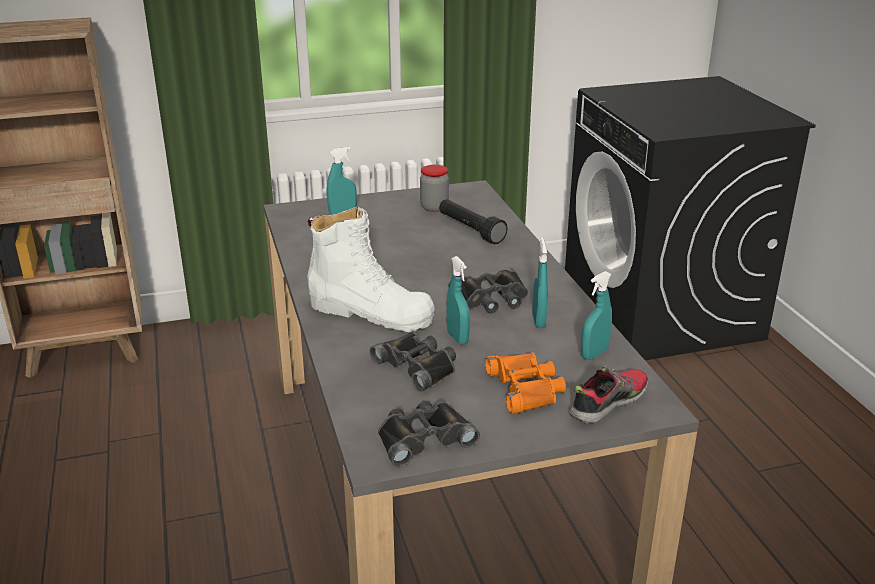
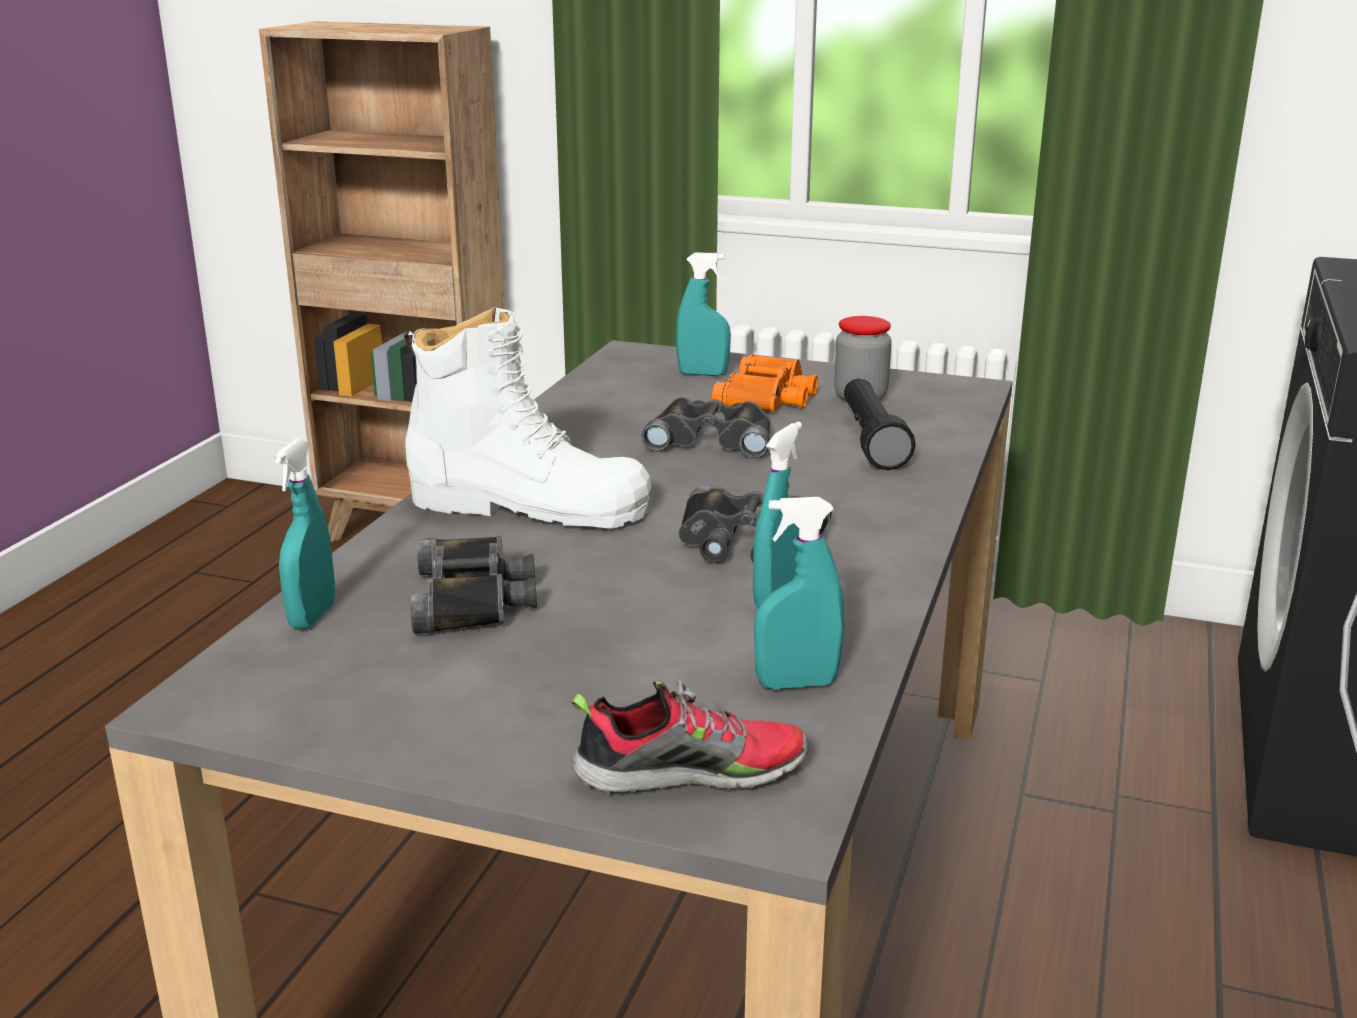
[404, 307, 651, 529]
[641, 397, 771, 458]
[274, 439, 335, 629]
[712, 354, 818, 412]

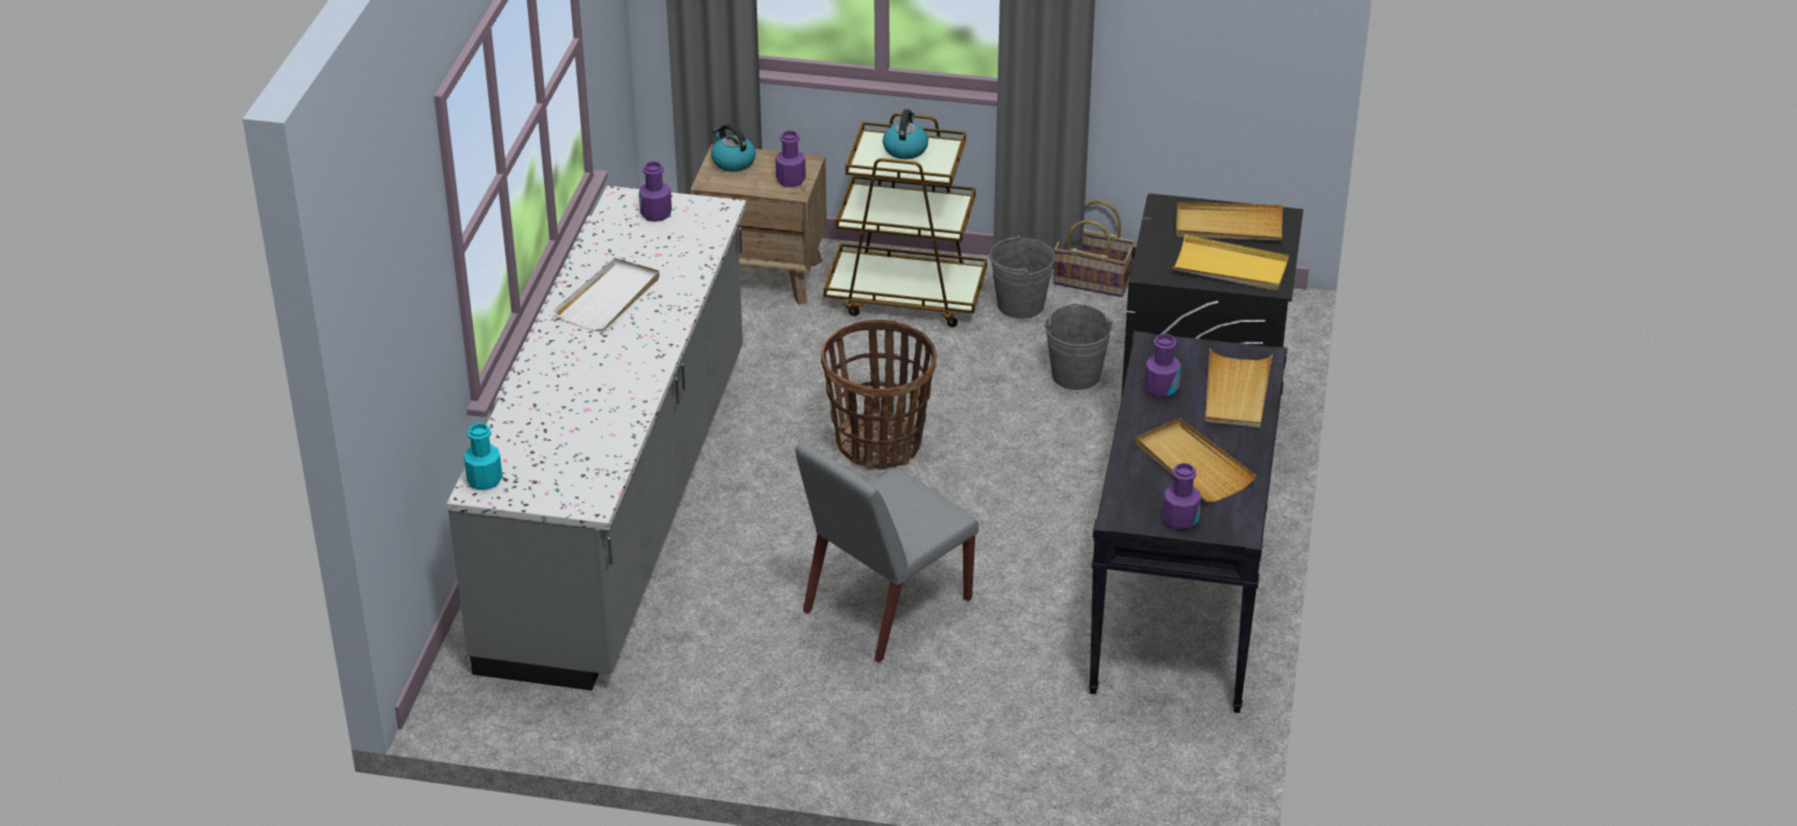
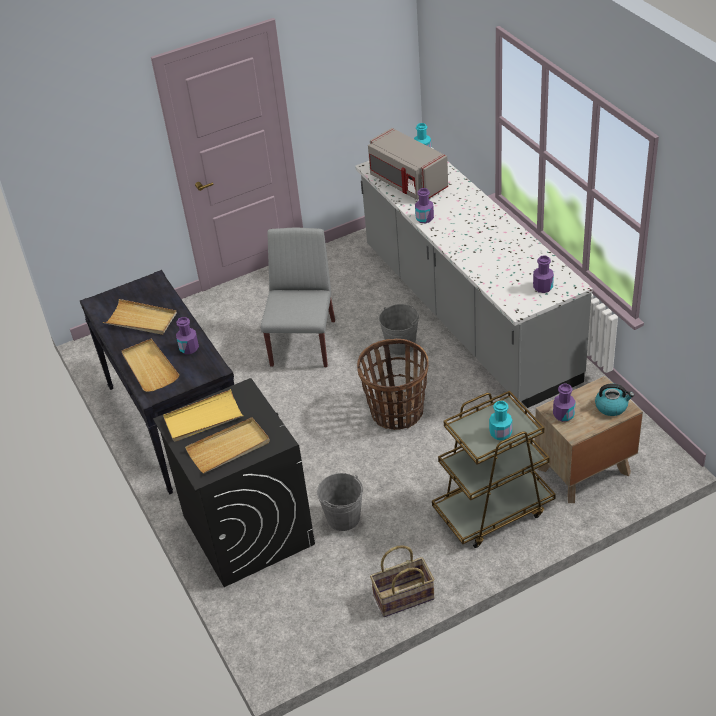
[554, 258, 660, 331] (first image)
[489, 401, 512, 440]
[379, 304, 419, 355]
[415, 188, 434, 223]
[368, 128, 448, 200]

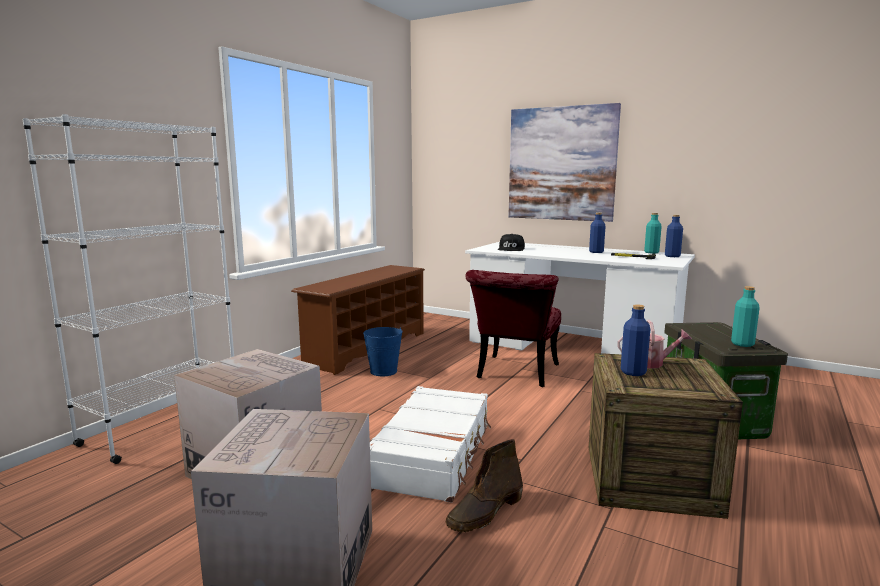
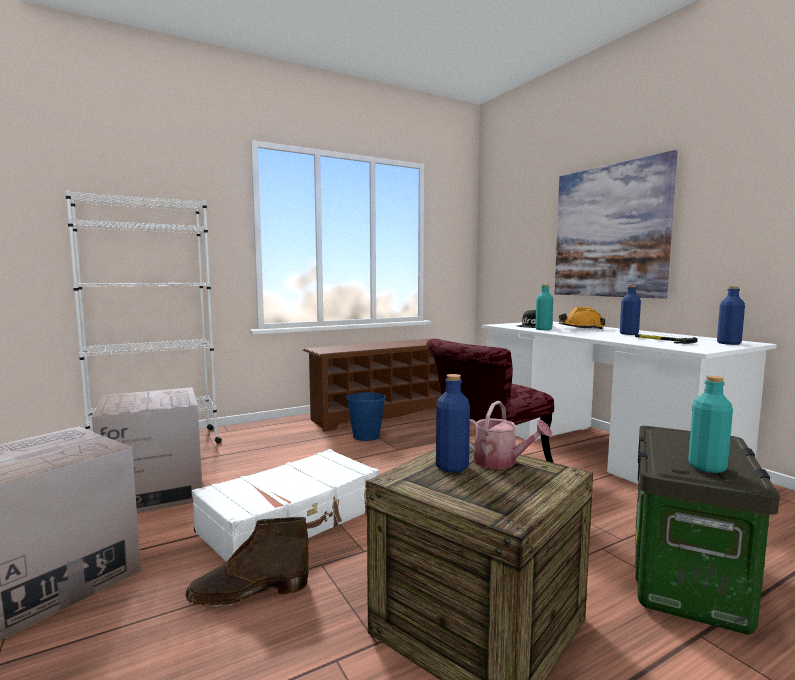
[535, 284, 553, 330]
[559, 307, 605, 329]

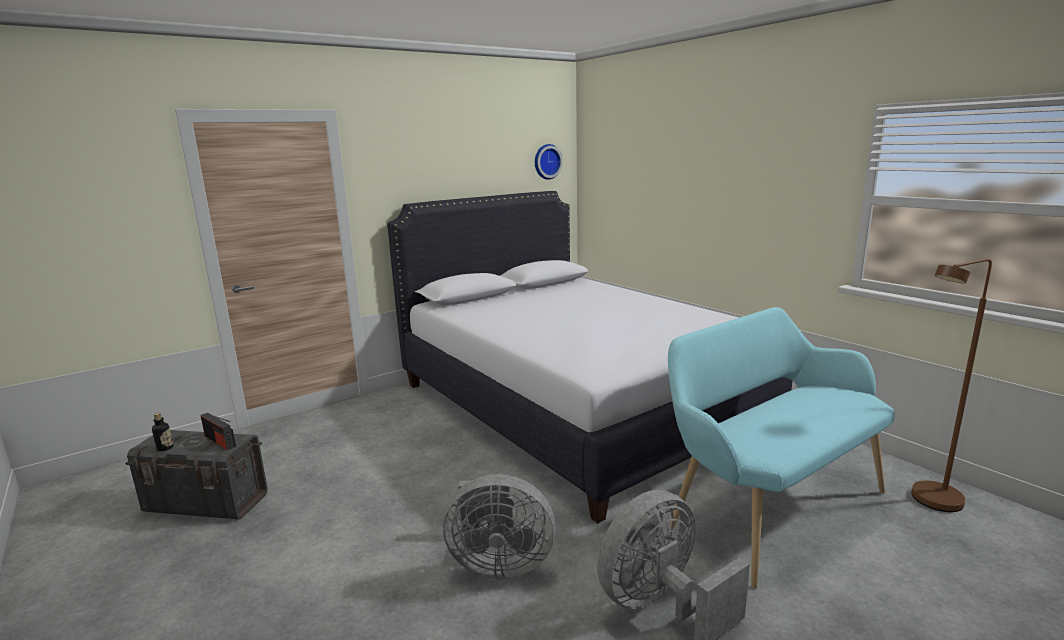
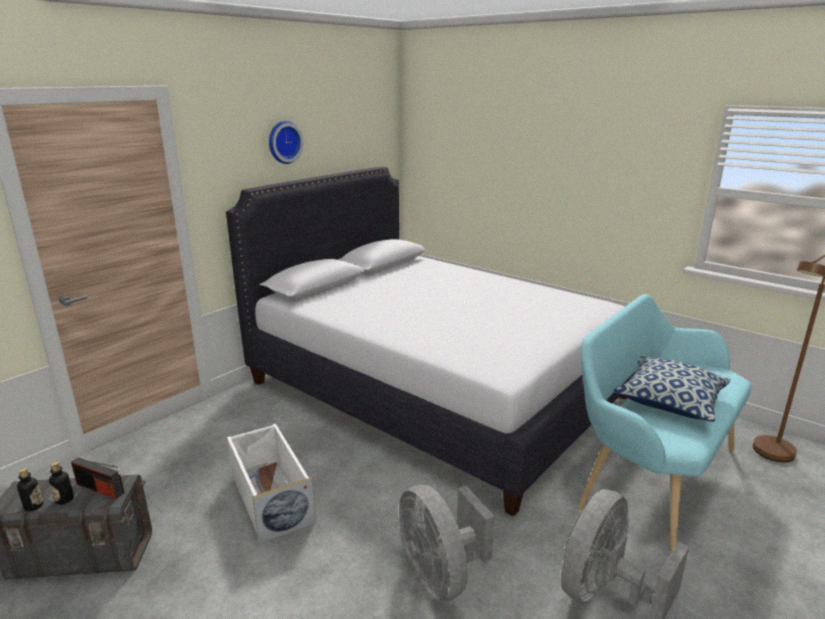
[399, 485, 495, 601]
[269, 121, 303, 164]
[49, 462, 74, 505]
[227, 424, 316, 544]
[612, 356, 731, 422]

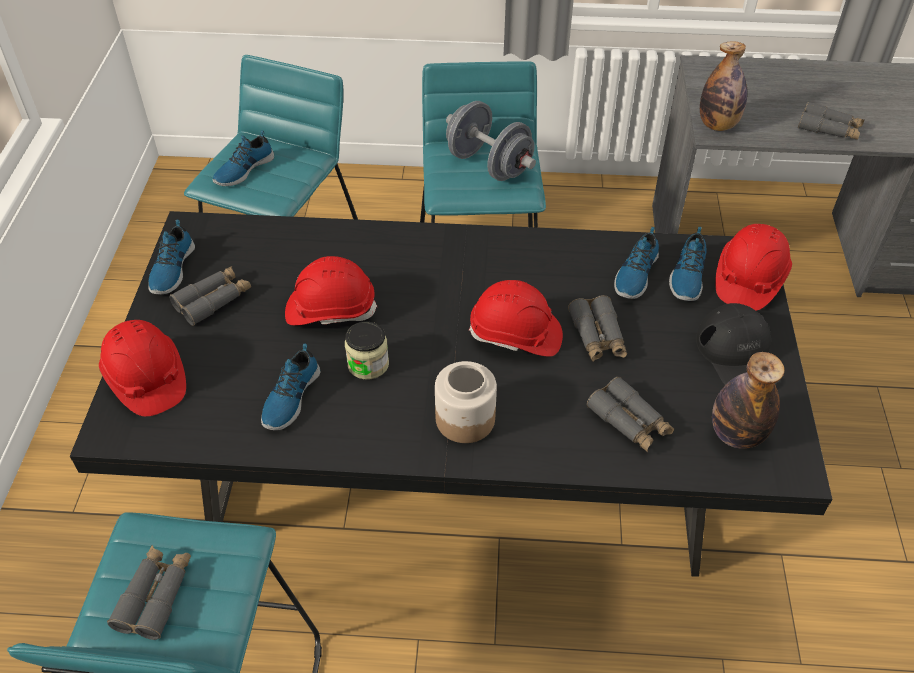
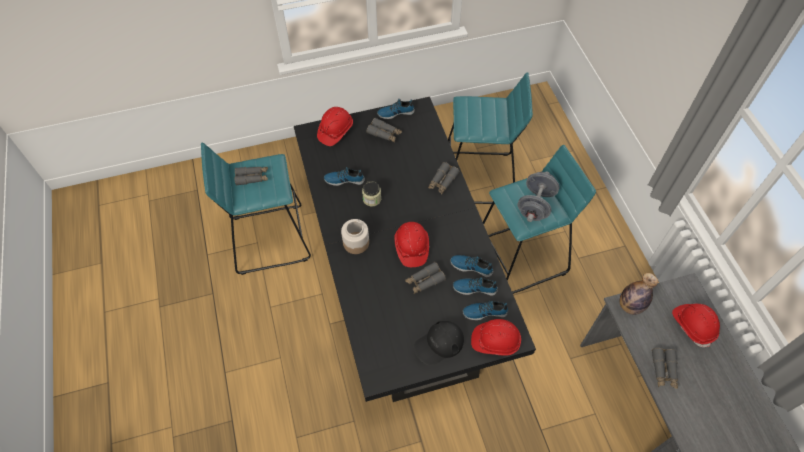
[450, 255, 493, 277]
[672, 303, 720, 347]
[428, 162, 460, 195]
[712, 352, 784, 449] (first image)

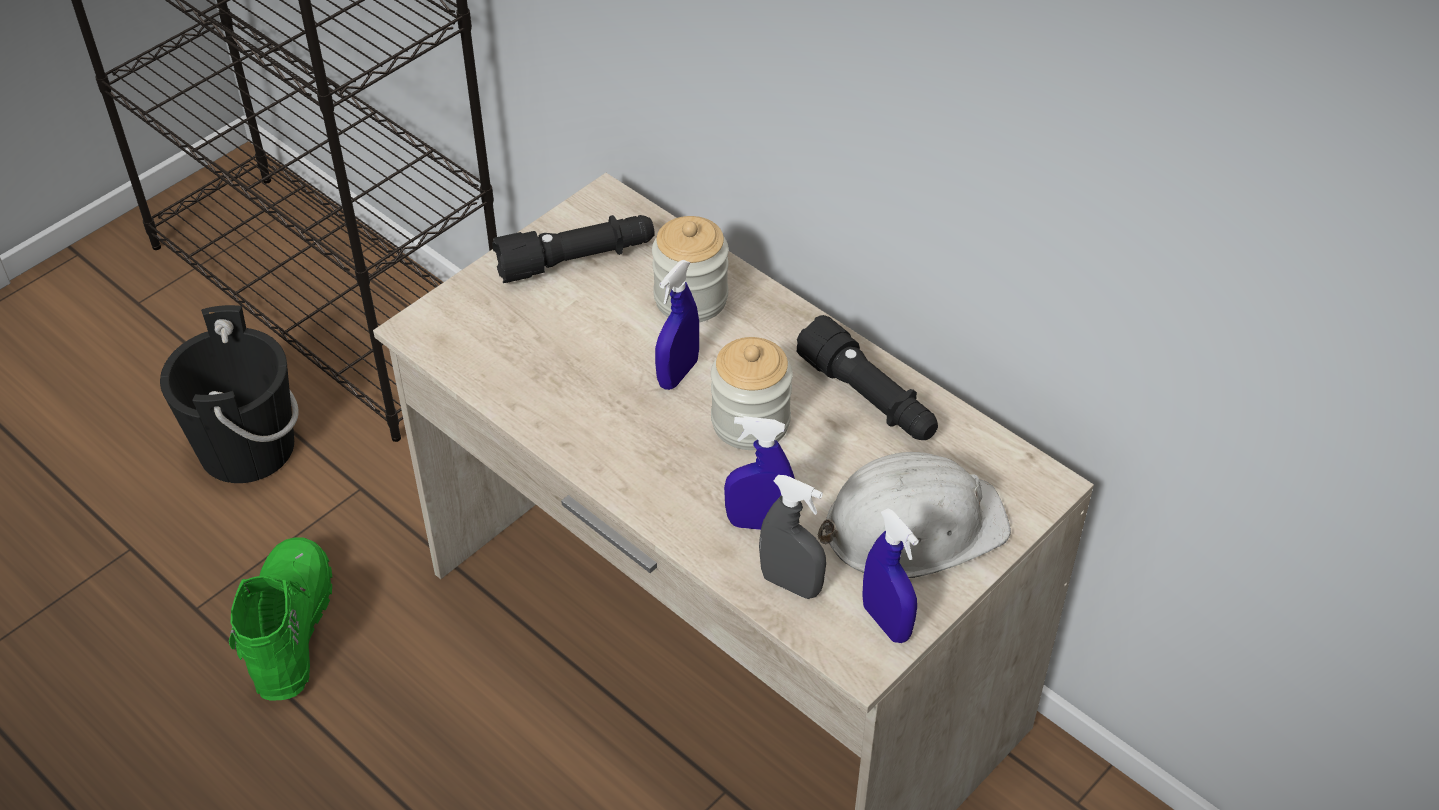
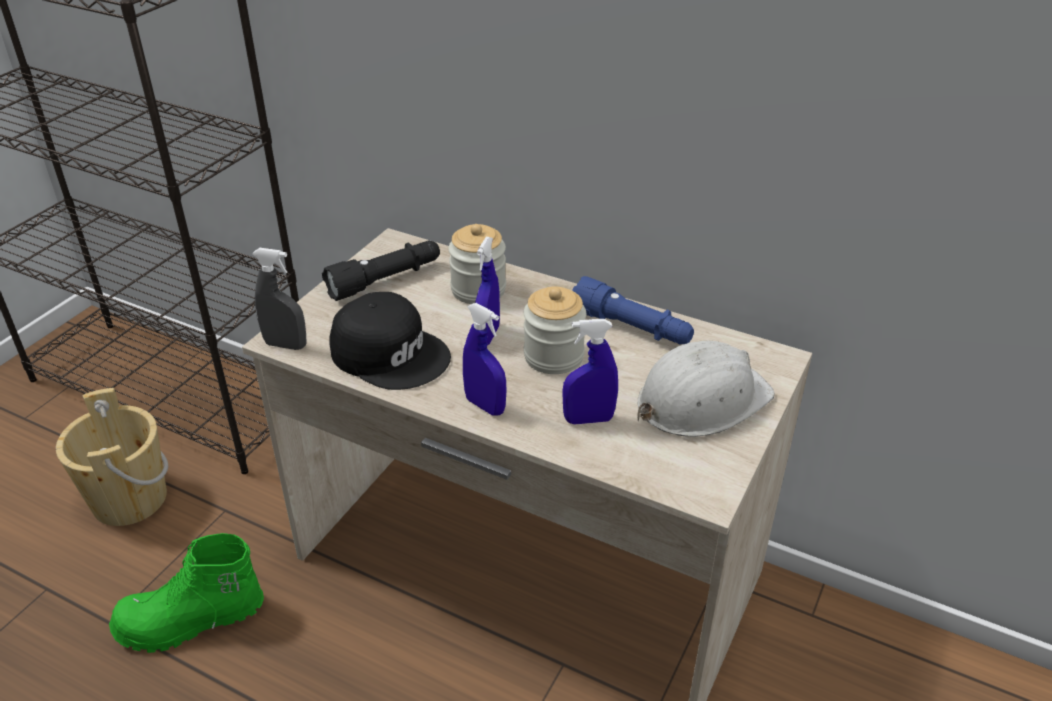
[56, 388, 168, 526]
[109, 533, 264, 653]
[252, 248, 306, 350]
[572, 276, 694, 344]
[463, 303, 506, 416]
[329, 292, 451, 390]

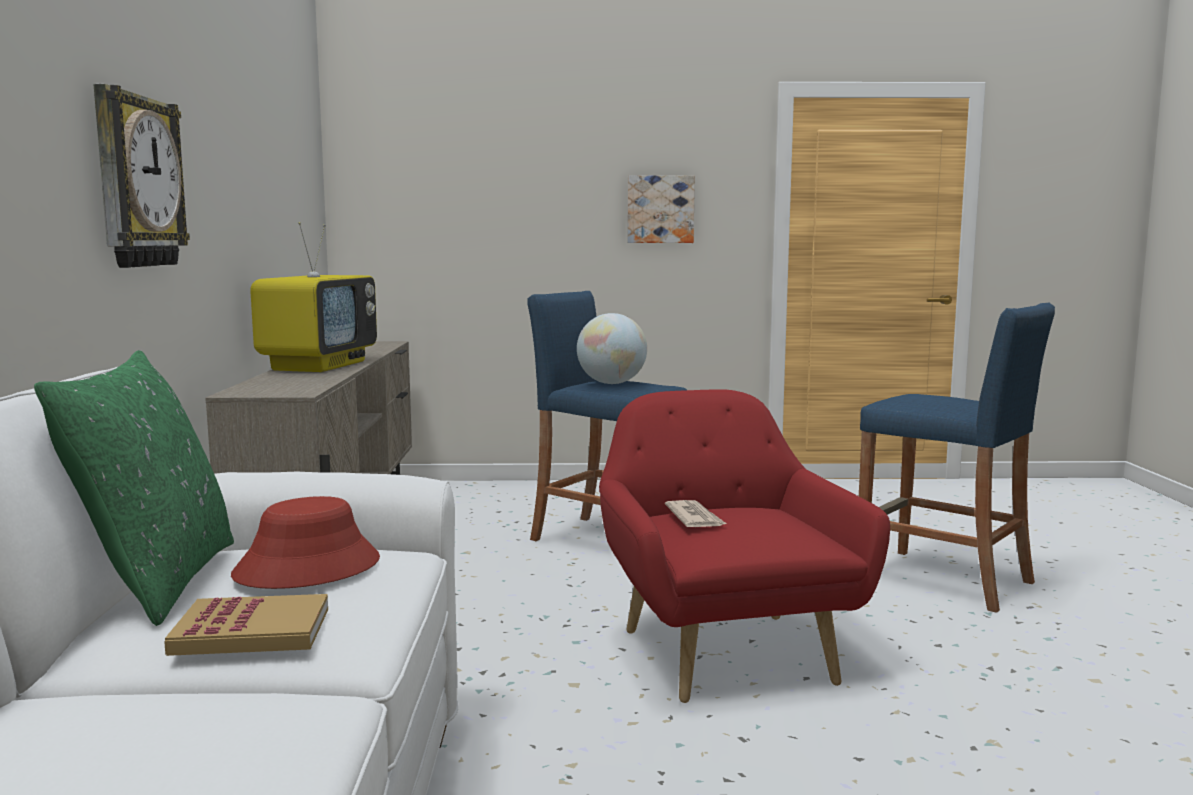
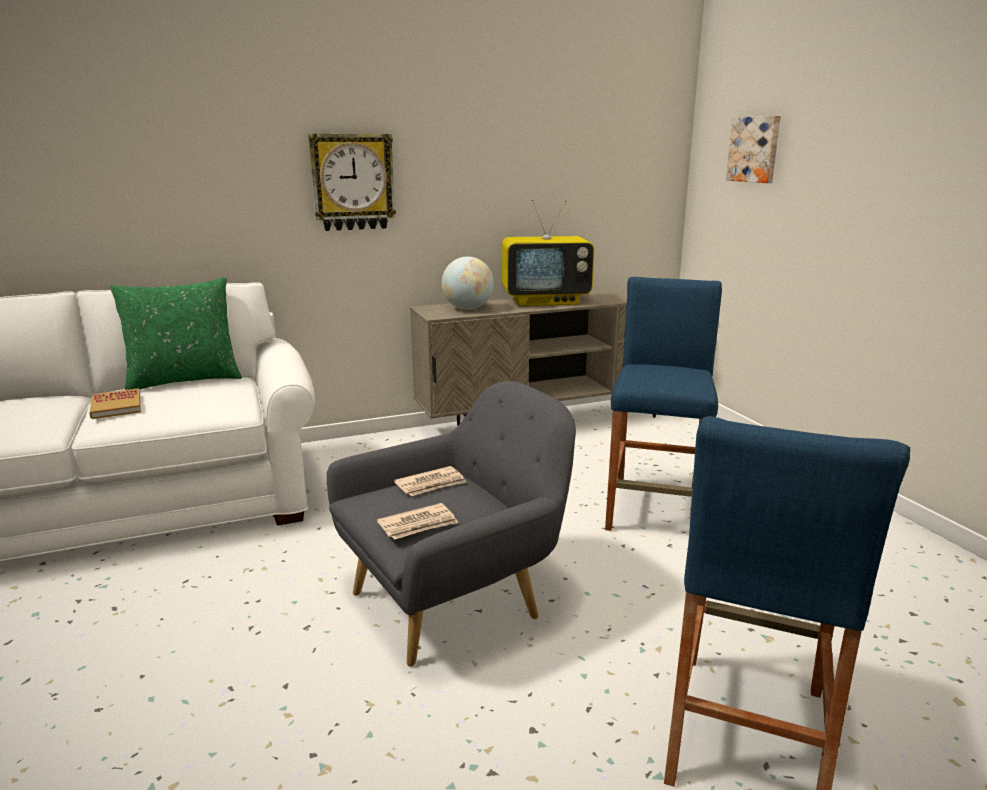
[231, 496, 380, 589] (first image)
[442, 257, 494, 310]
[327, 381, 576, 666]
[726, 115, 781, 183]
[377, 503, 458, 540]

